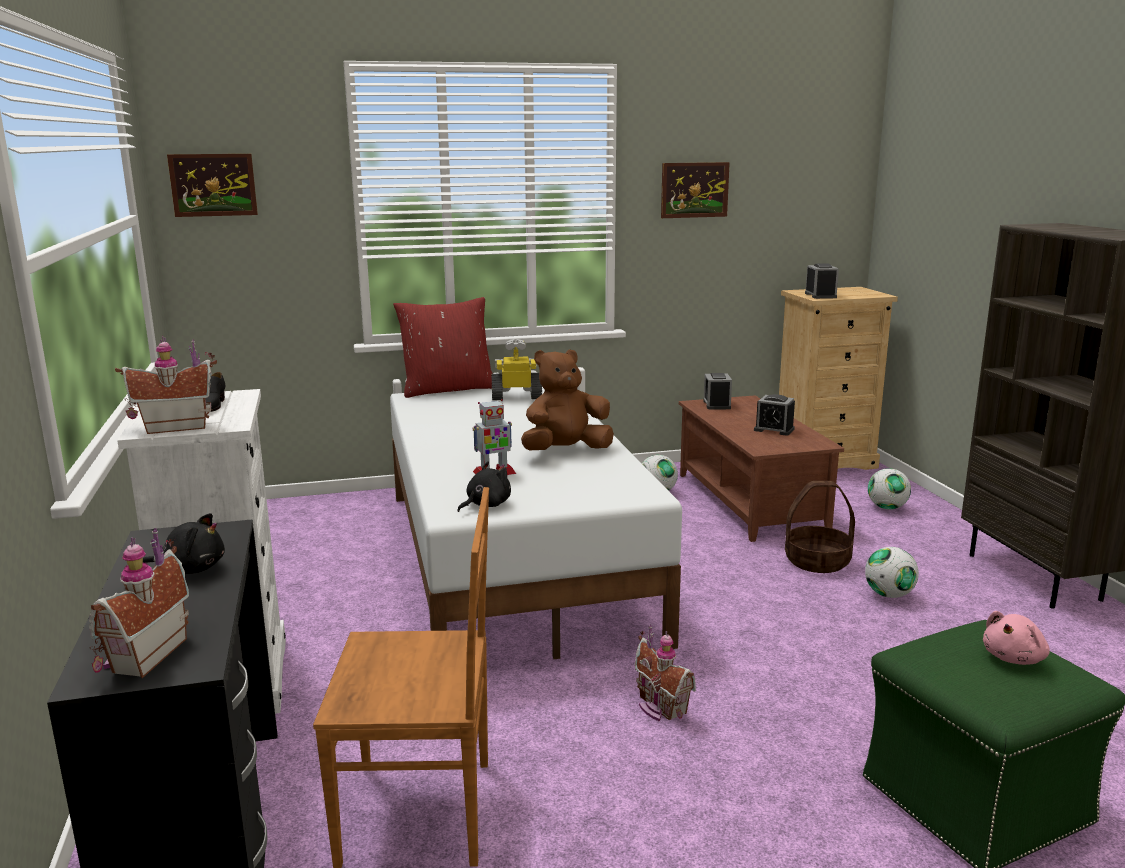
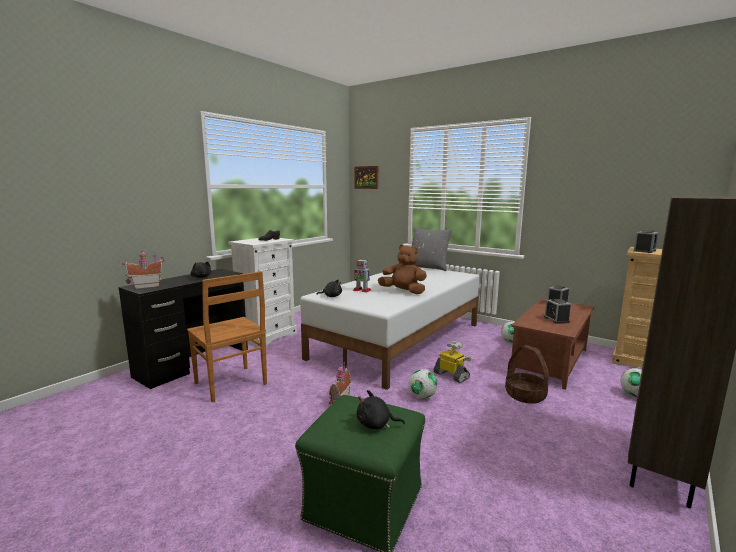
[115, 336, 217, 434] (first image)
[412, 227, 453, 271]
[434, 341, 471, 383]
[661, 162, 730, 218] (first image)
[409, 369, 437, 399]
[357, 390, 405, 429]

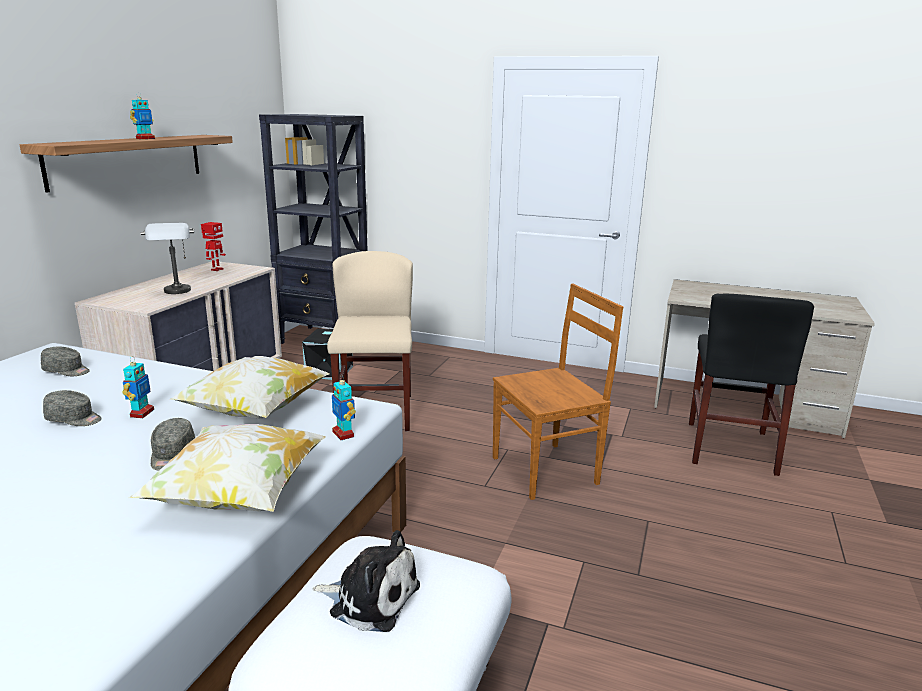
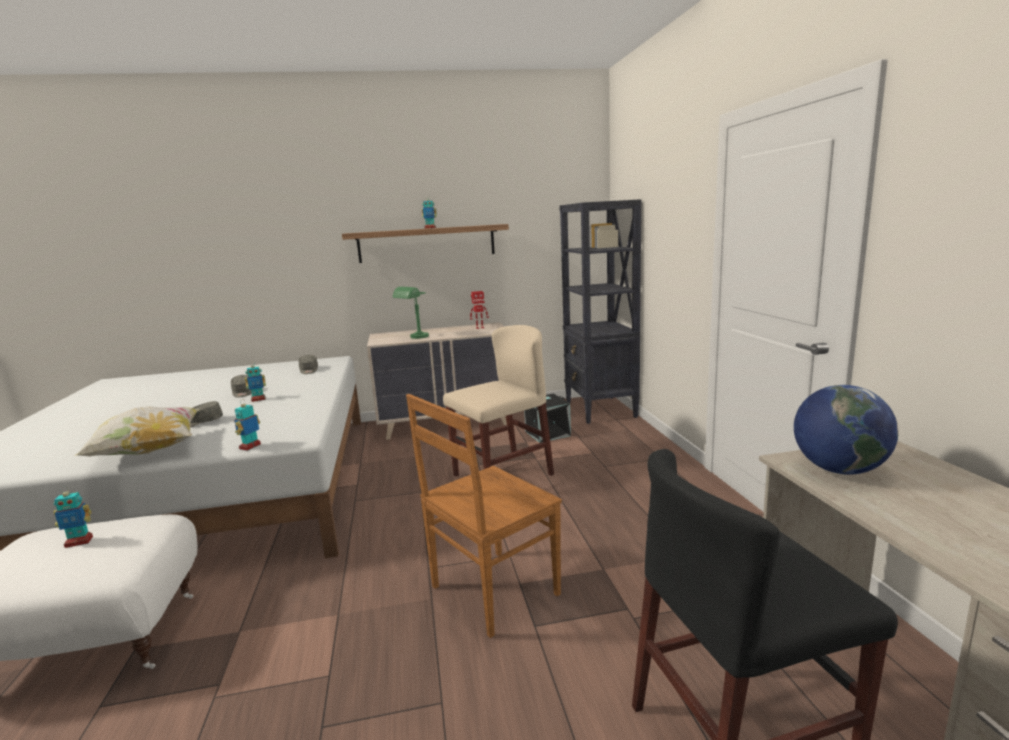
[393, 287, 429, 339]
[171, 356, 330, 419] (first image)
[54, 487, 93, 548]
[406, 394, 562, 638]
[794, 385, 899, 475]

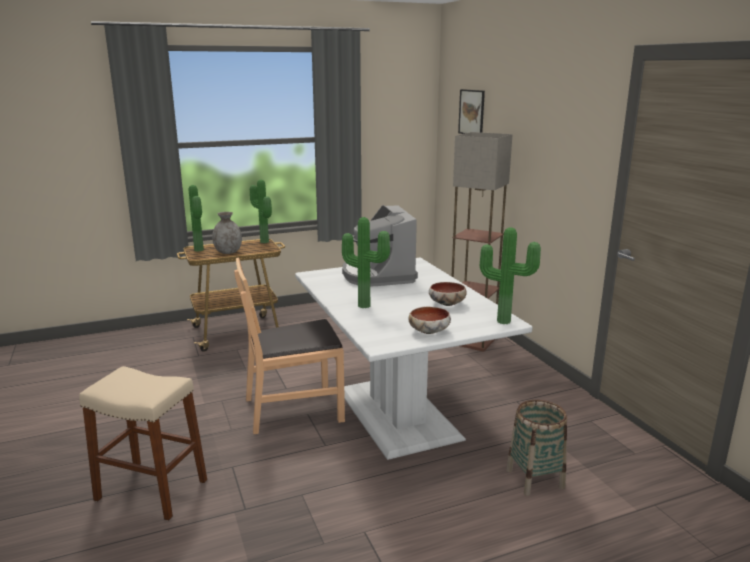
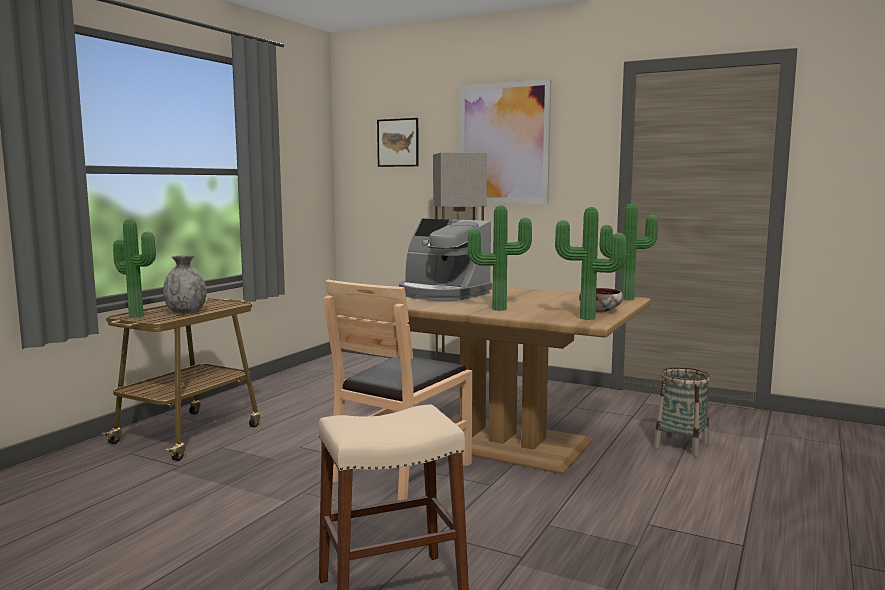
[555, 207, 626, 320]
[406, 286, 651, 474]
[429, 282, 467, 306] (first image)
[460, 79, 551, 203]

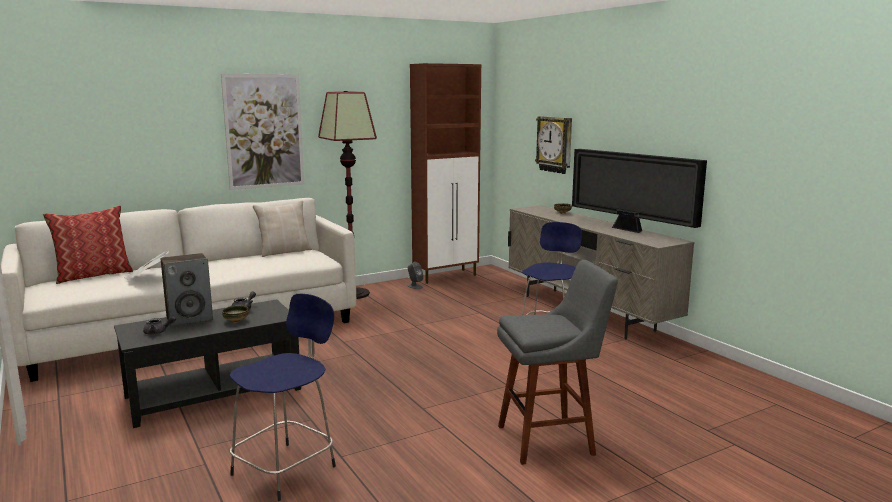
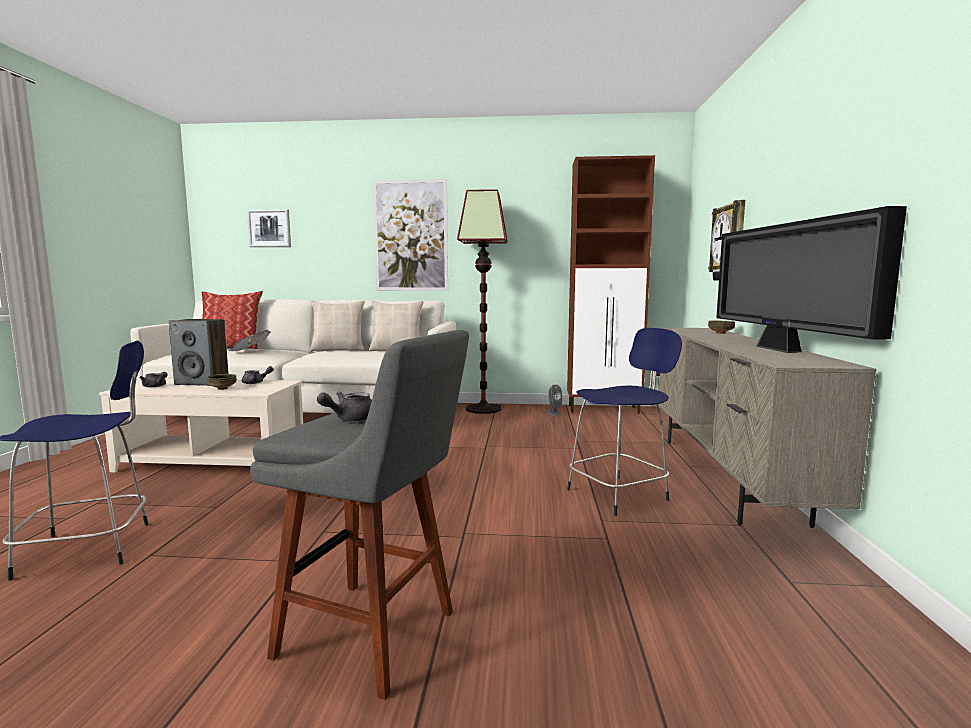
[99, 379, 303, 472]
[247, 209, 291, 247]
[310, 300, 365, 351]
[317, 391, 372, 422]

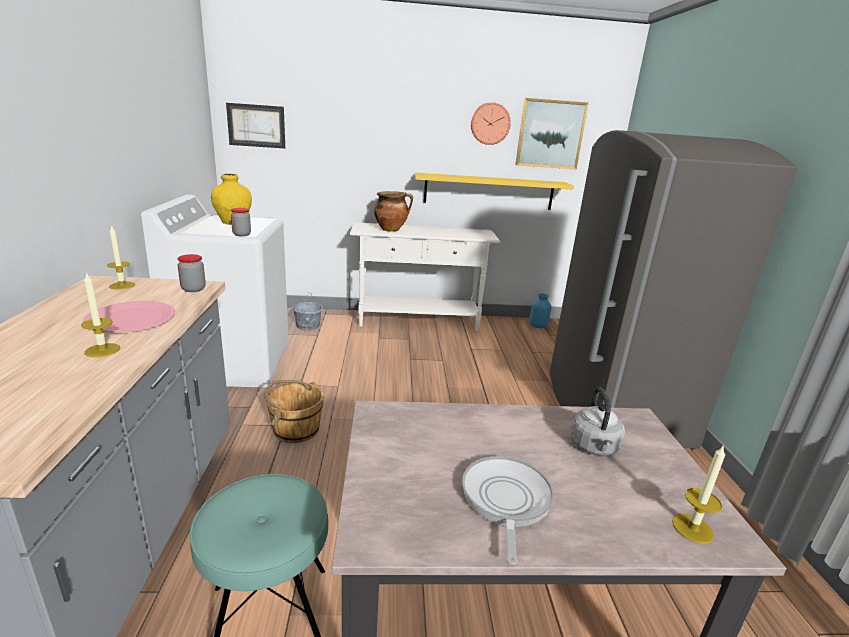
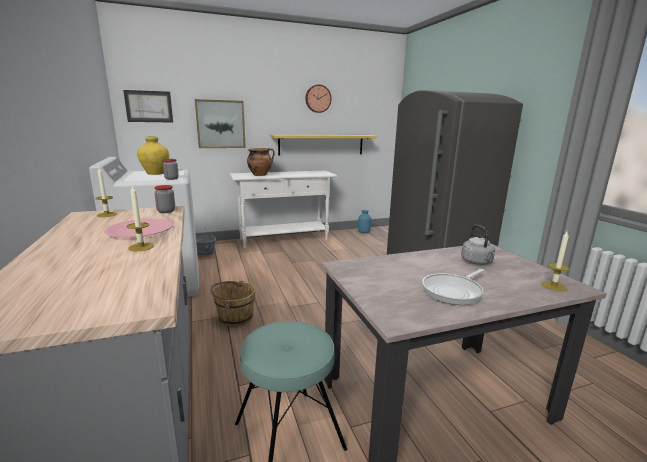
[422, 269, 485, 305]
[195, 99, 246, 148]

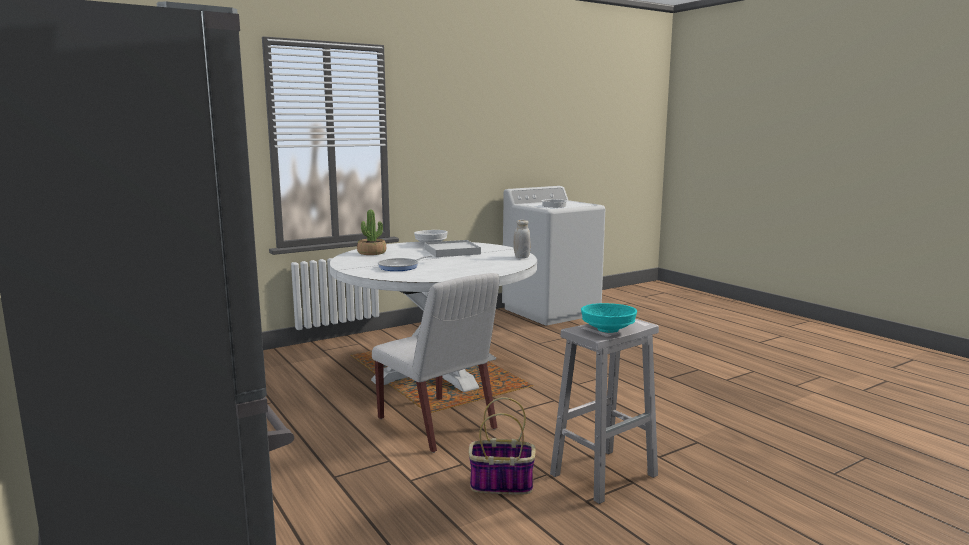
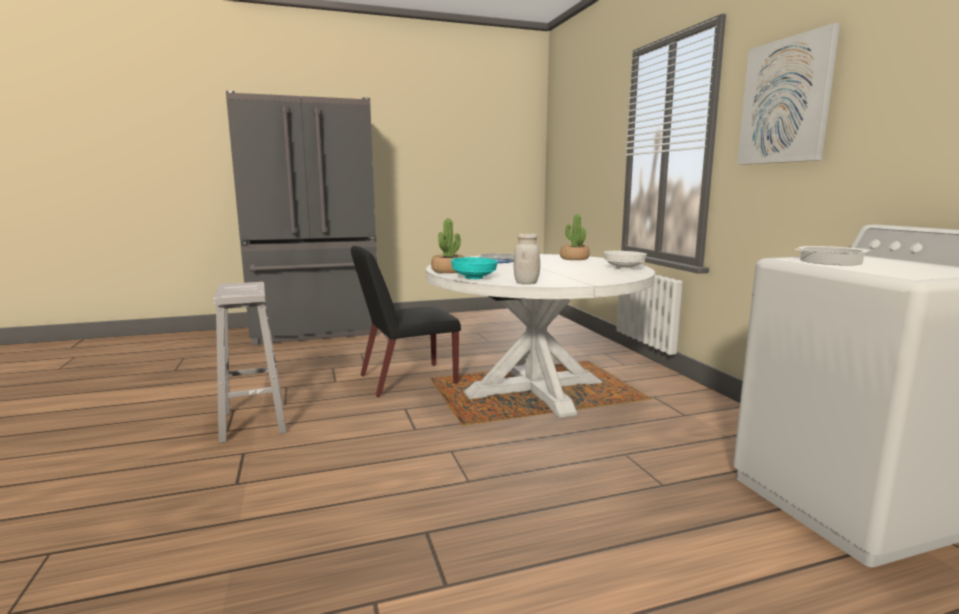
[351, 246, 461, 397]
[424, 240, 481, 257] (first image)
[469, 397, 535, 495] (first image)
[451, 257, 498, 279]
[431, 219, 464, 273]
[737, 23, 840, 165]

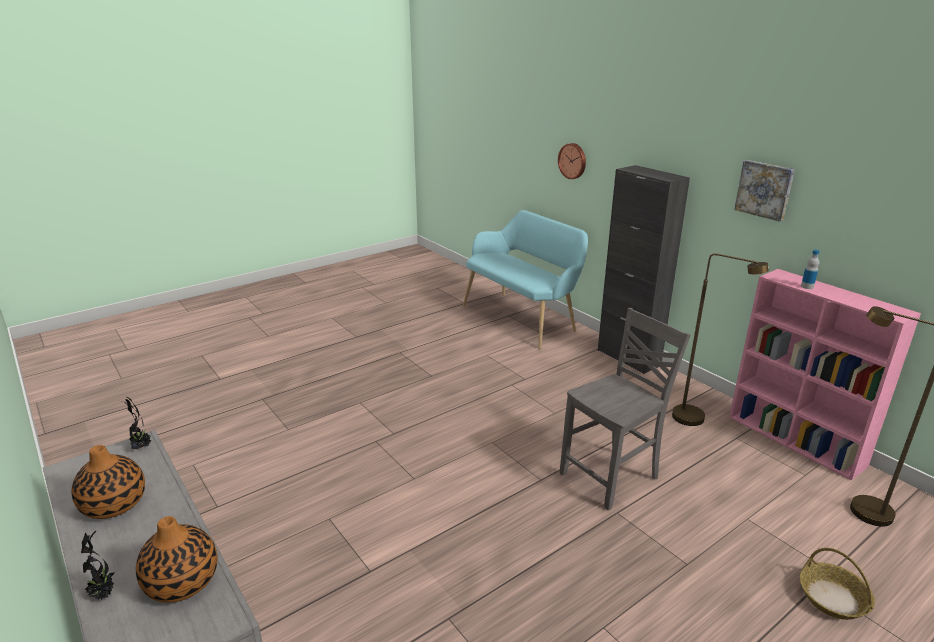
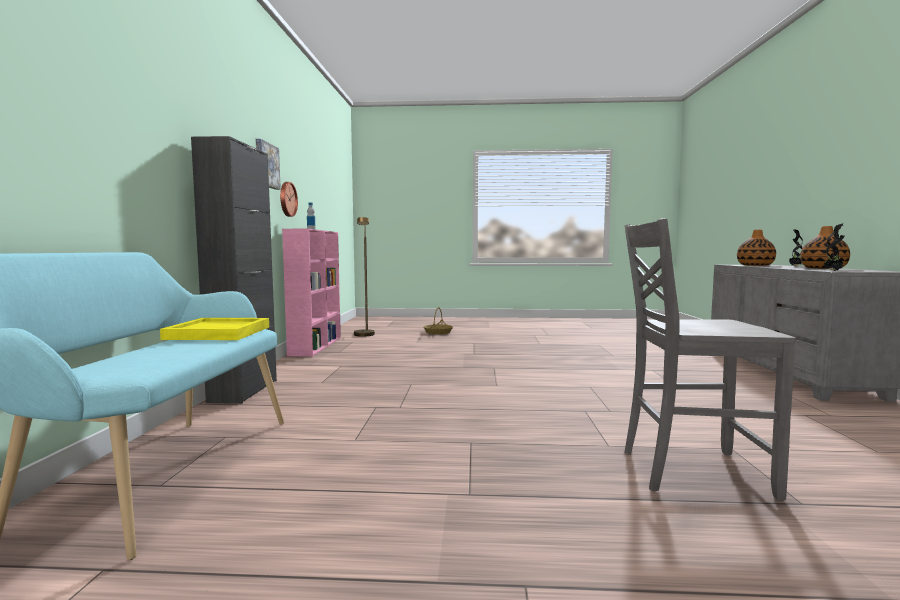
[280, 182, 298, 217]
[625, 218, 796, 501]
[672, 253, 769, 426] (first image)
[160, 318, 269, 340]

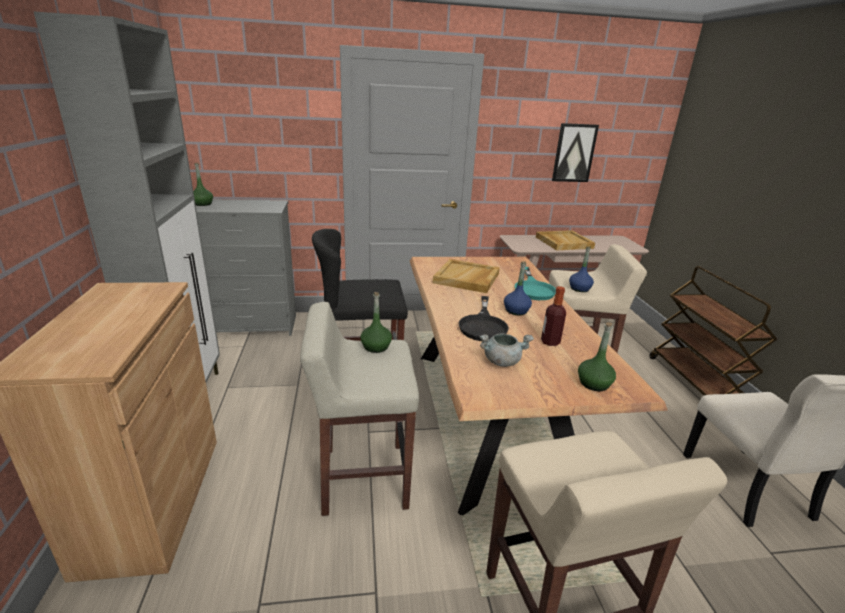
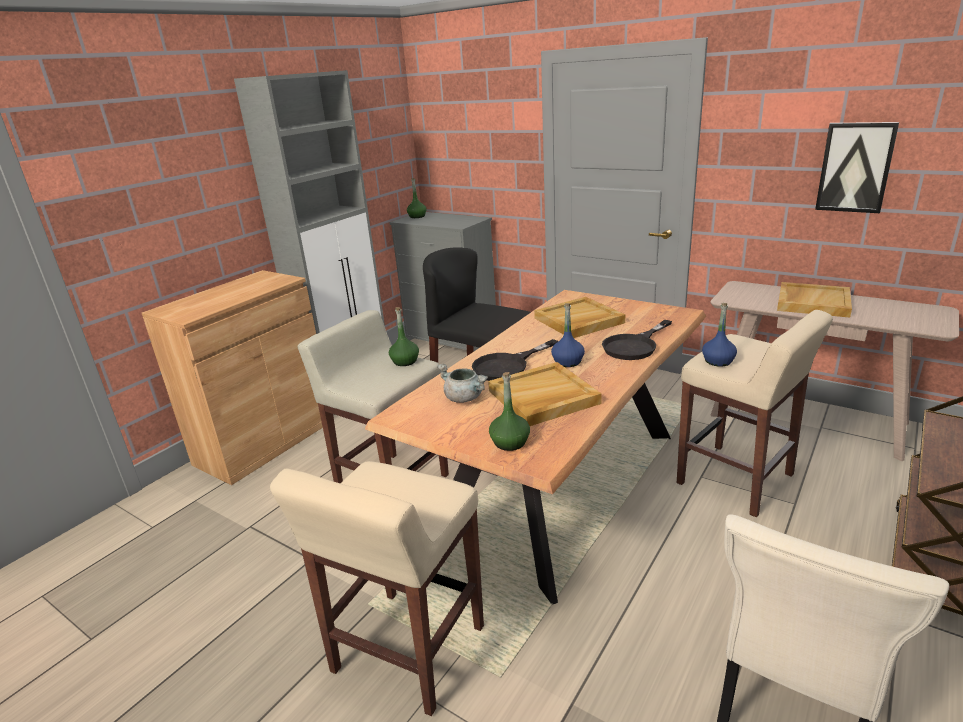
[602, 320, 672, 360]
[488, 362, 602, 426]

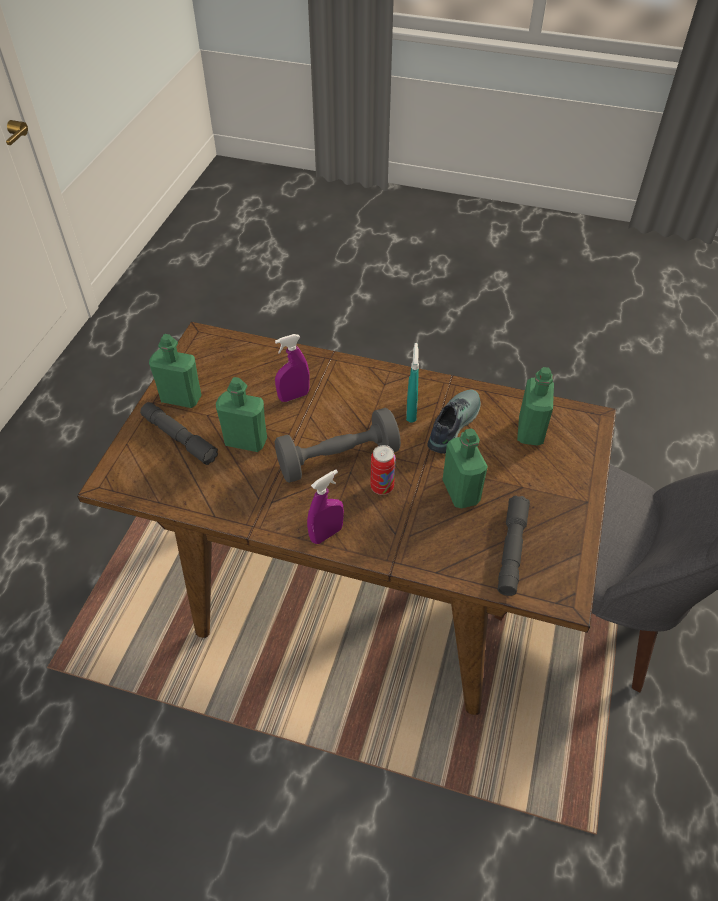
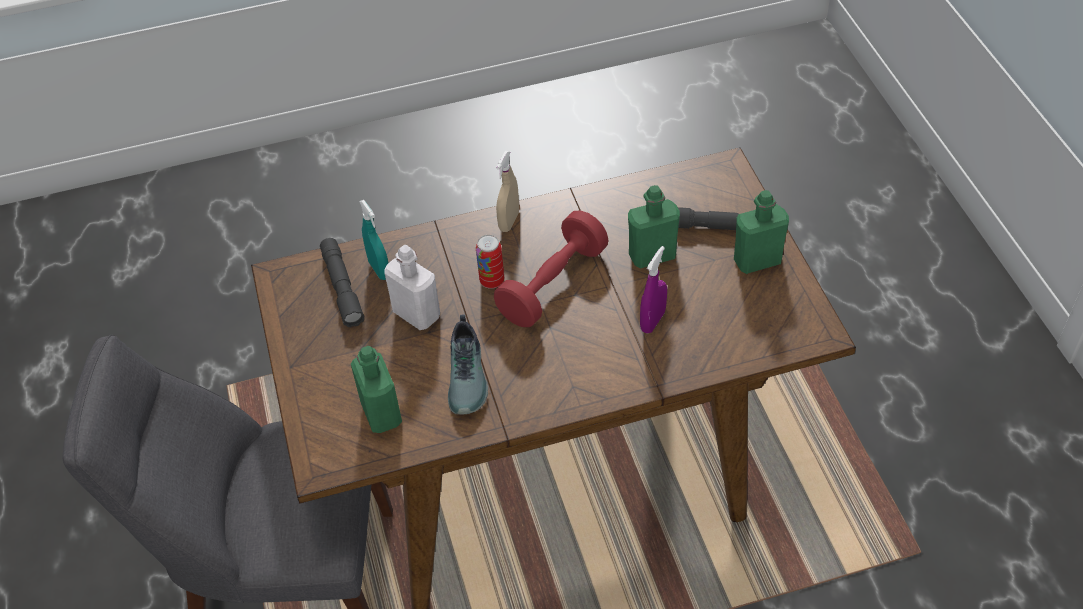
[494, 210, 609, 327]
[496, 151, 519, 232]
[359, 200, 388, 280]
[384, 245, 440, 330]

